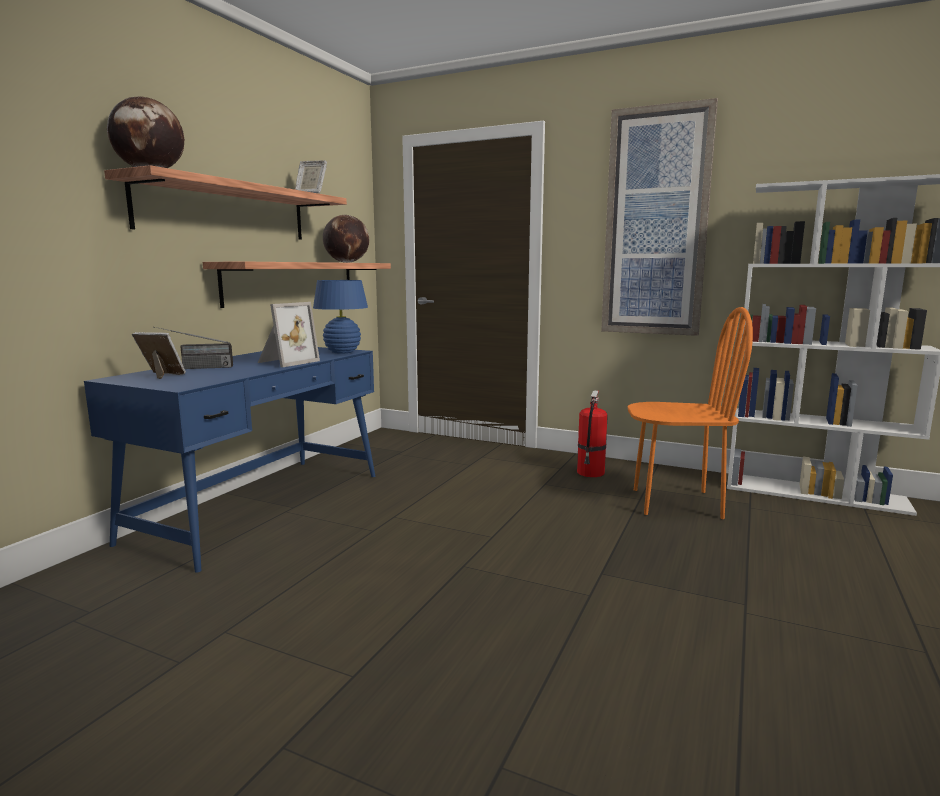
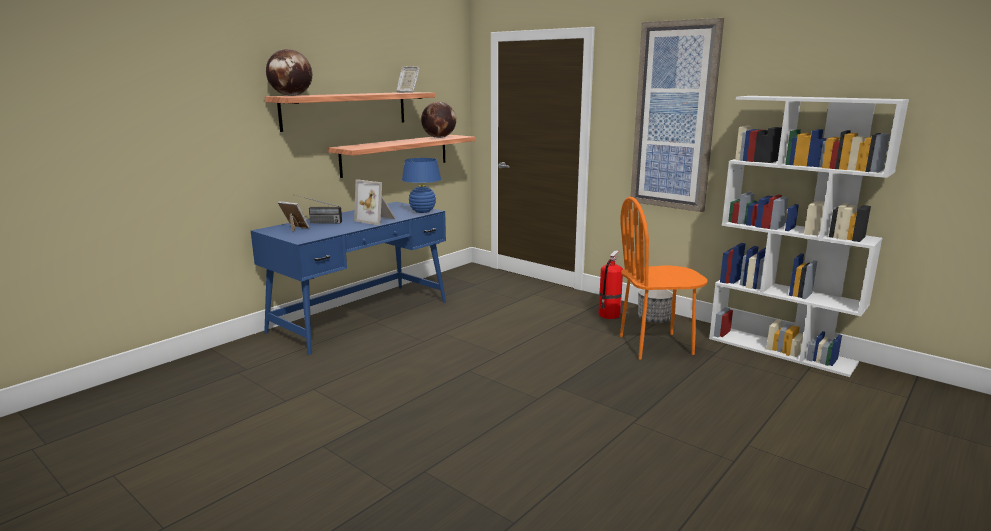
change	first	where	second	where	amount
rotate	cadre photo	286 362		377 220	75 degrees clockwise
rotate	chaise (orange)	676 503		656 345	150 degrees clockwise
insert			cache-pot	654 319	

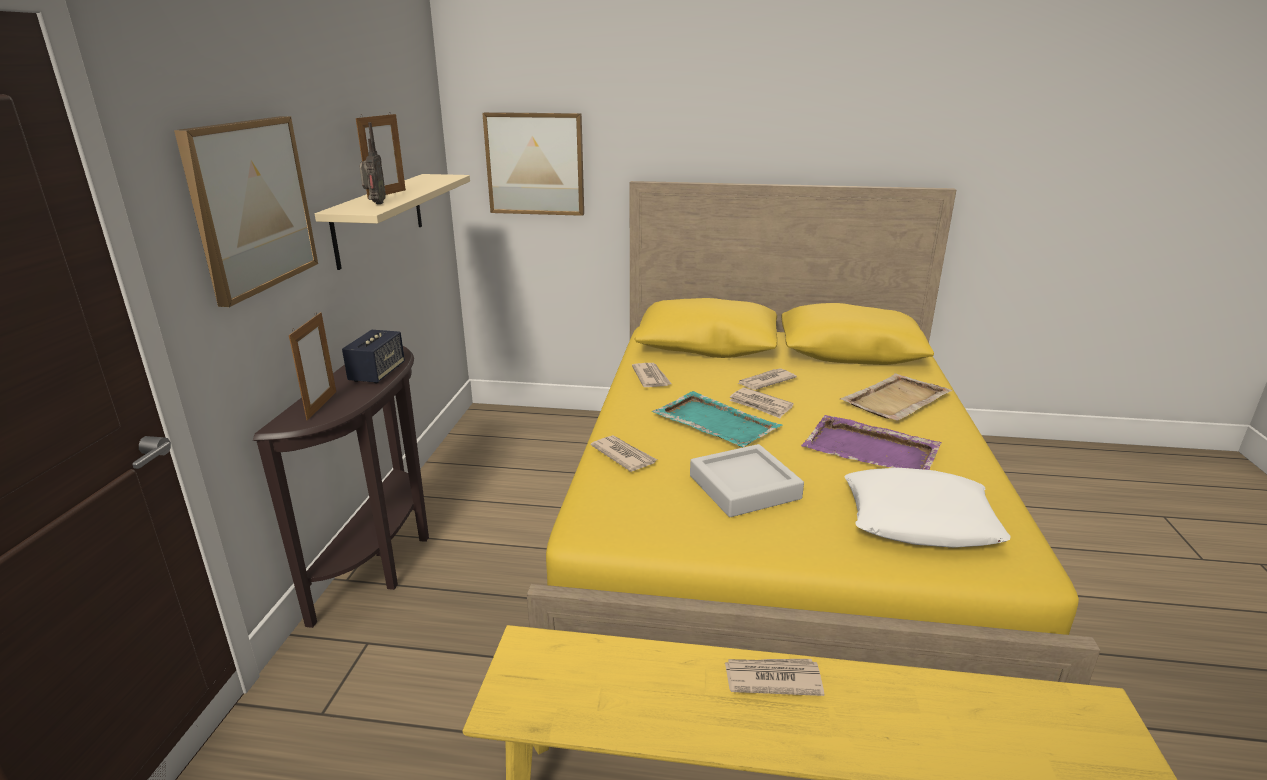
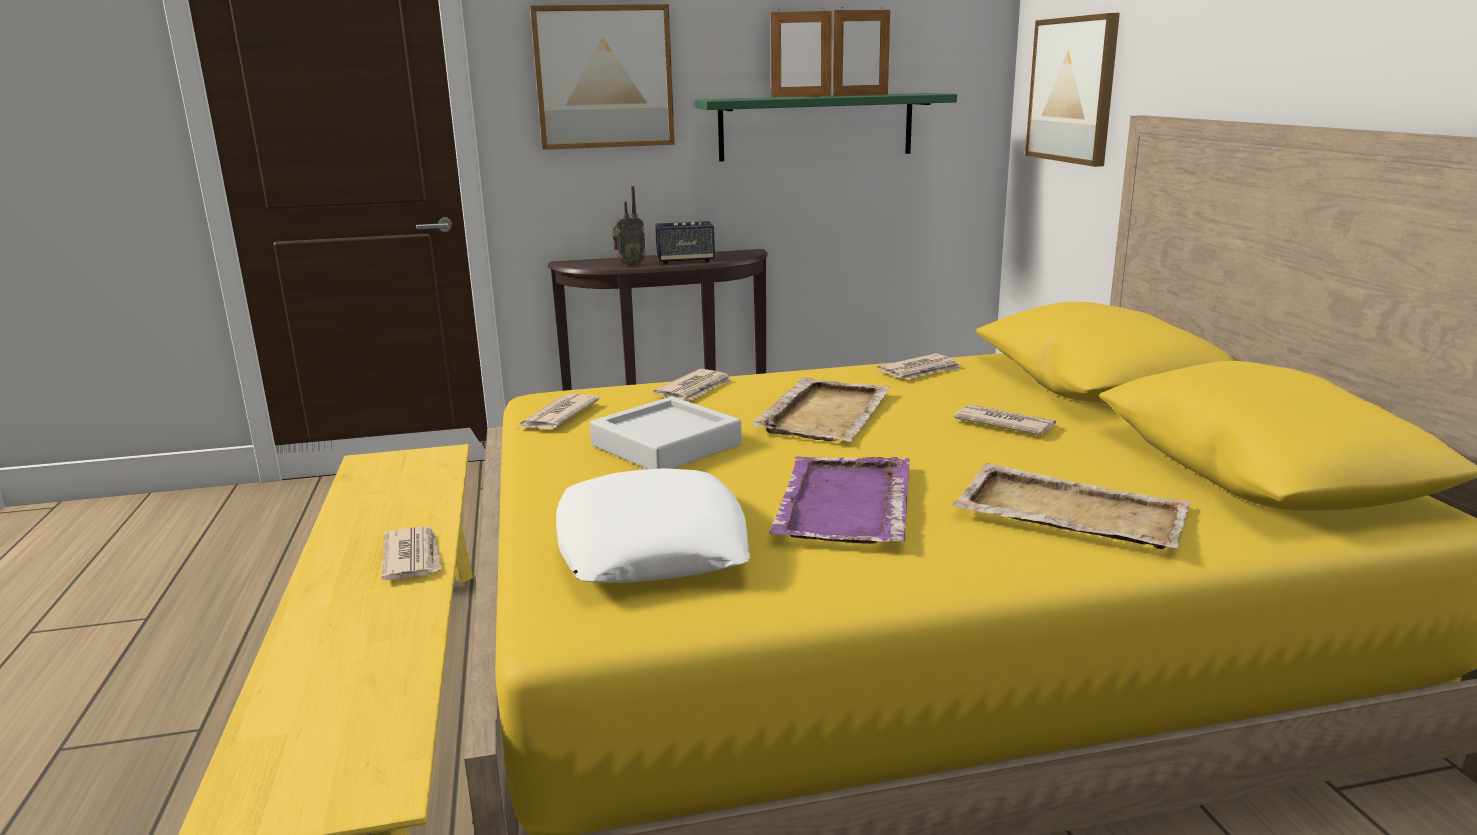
change	first	where	second	where	amount
move	journal	760 405		557 416	
move	radio	375 204		629 265	
recolor	étagère (beige)	379 218	étagère (vert)	816 127	
recolor	plateau (turquoise)	714 422	plateau (beige)	825 413	
move	cadre photo	321 405		860 95	

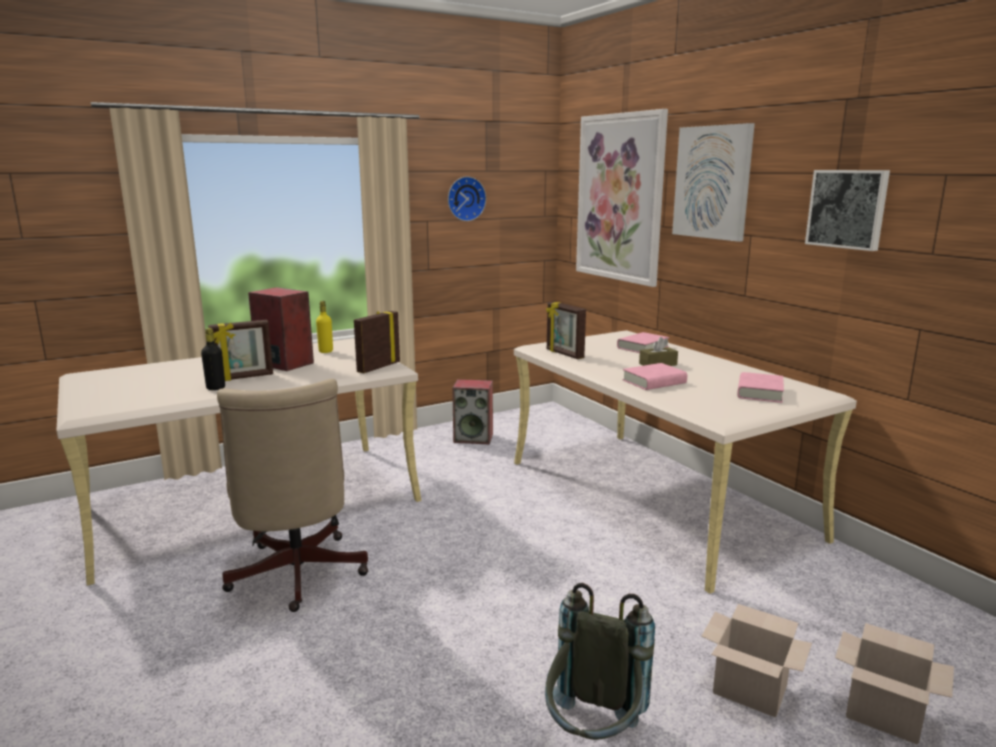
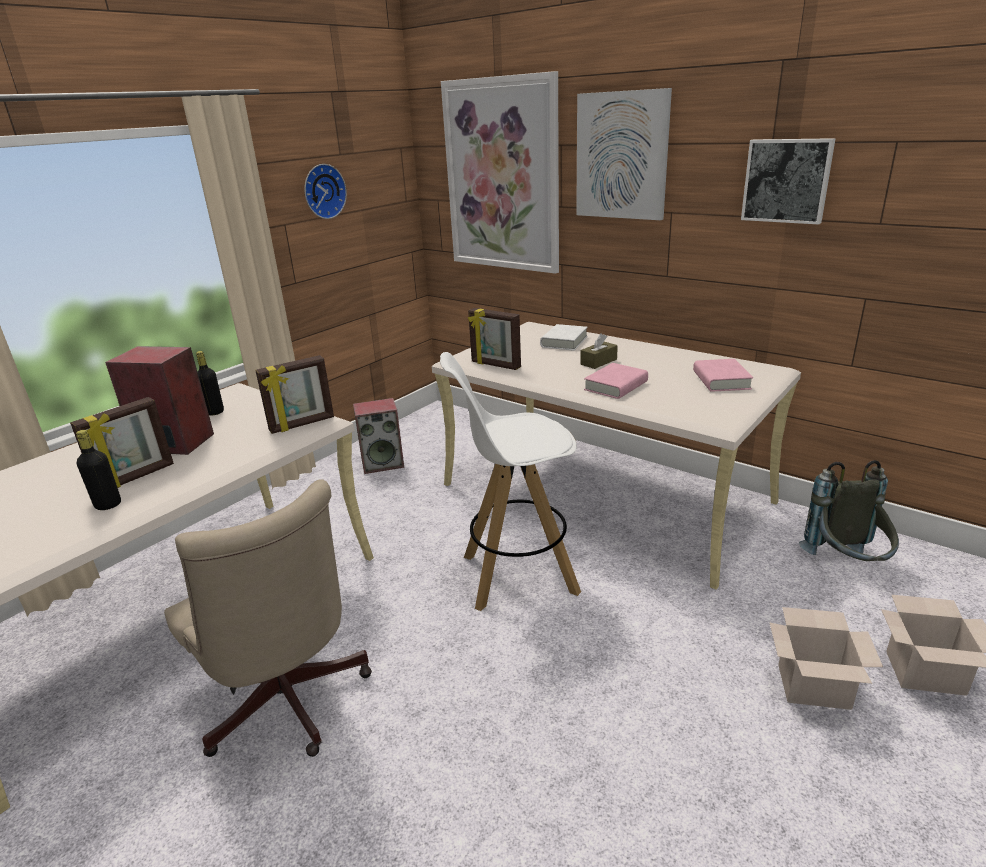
change	first	where	second	where	amount
recolor	bouteille (jaune)	326 351	bouteille (noir)	215 412	
rotate	cadre photo	378 367		302 424	135 degrees counterclockwise
insert			tabouret (blanc)	517 574	
recolor	livre (rose)	642 347	livre (blanc)	564 342	
move	sac à dos (gris)	593 737		846 566	

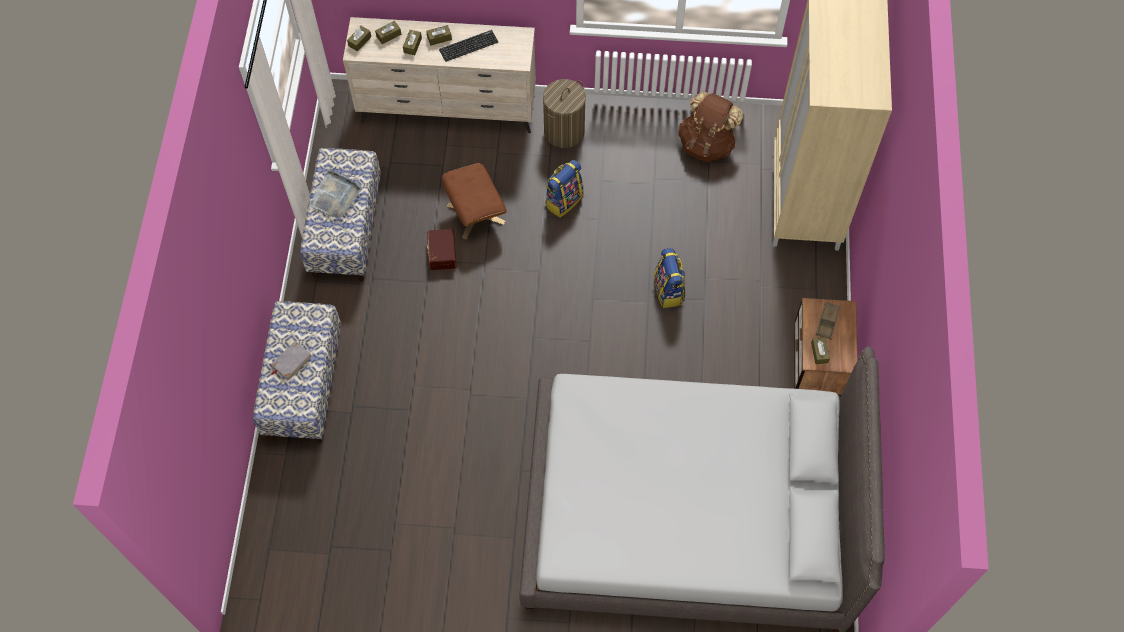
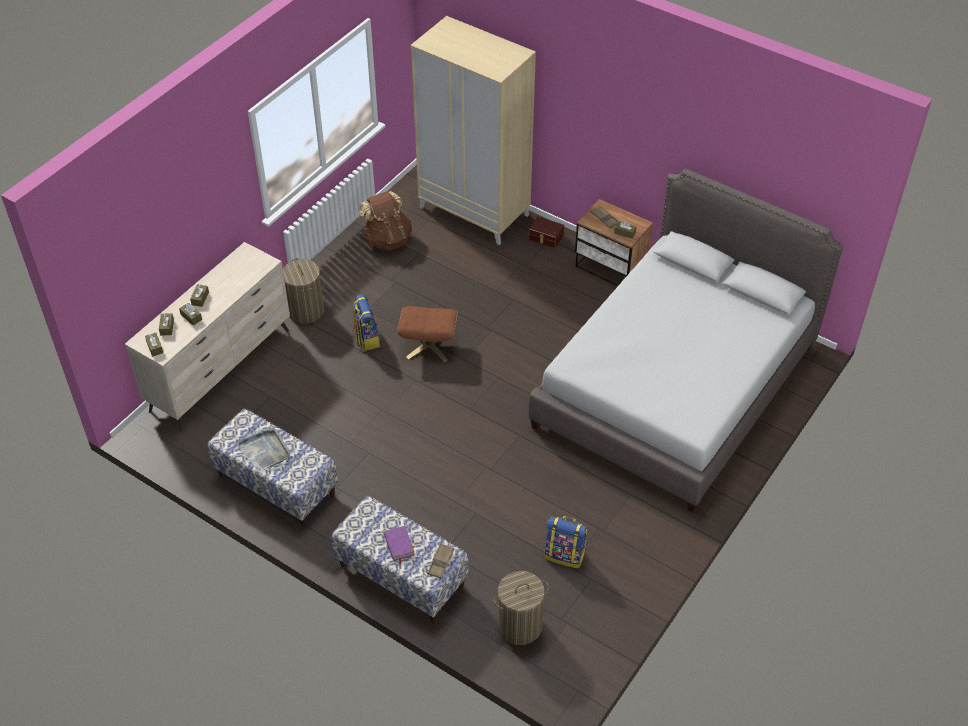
change	first	where	second	where	amount
recolor	livre (gris)	291 361	livre (violet)	399 545	
move	pouf (marron)	475 214		429 346	
insert			plateau (marron)	441 562	
insert			panier à linge	519 626	
move	boîte de rangement (marron)	441 253		545 237	
move	sac à dos	669 291		565 554	
delete	clavier	468 46			

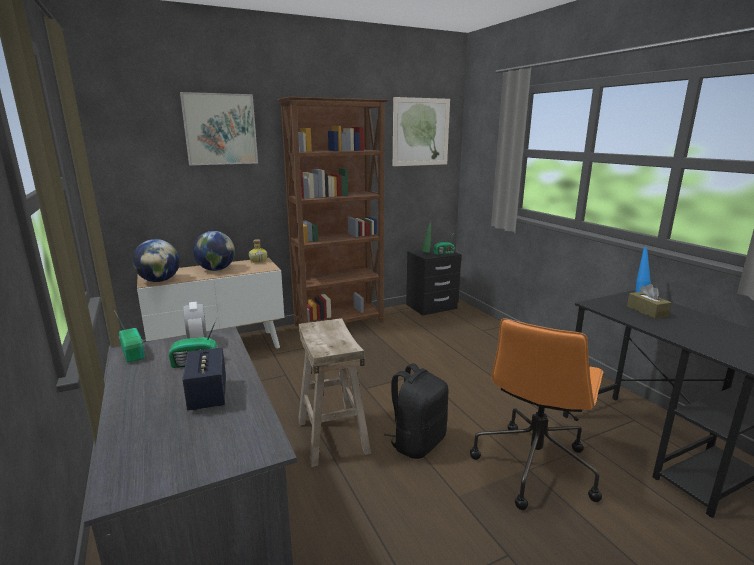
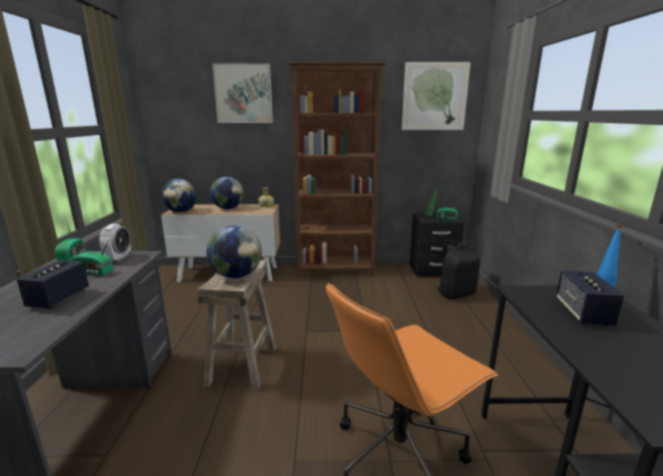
change	first	where	second	where	amount
insert			globe	236 276	
move	sac à dos (noir)	417 442		455 293	
replace	boîte à mouchoirs (marron)	647 311	enceinte	582 313	

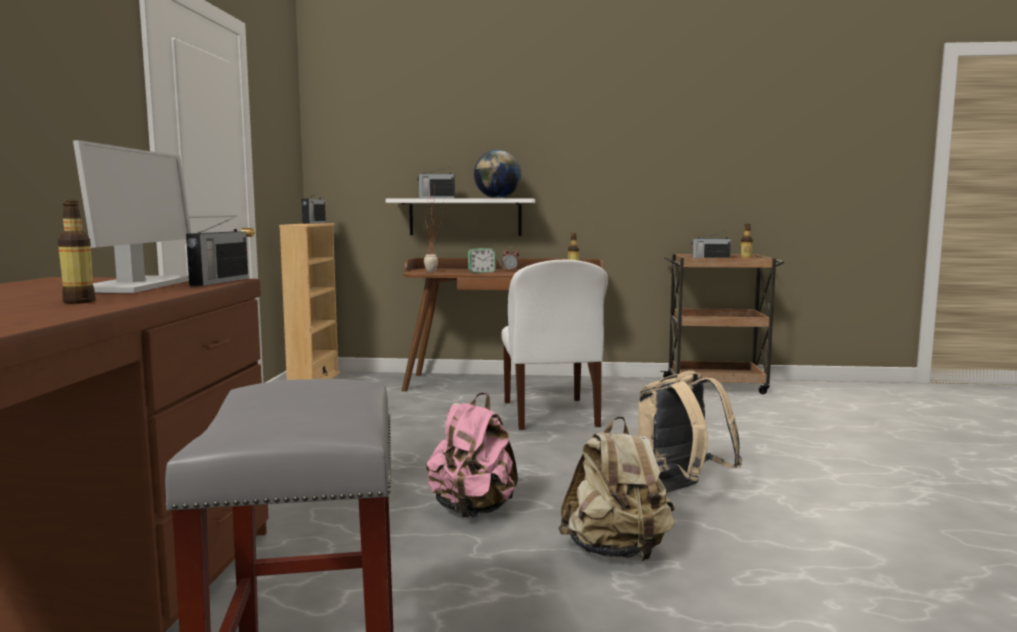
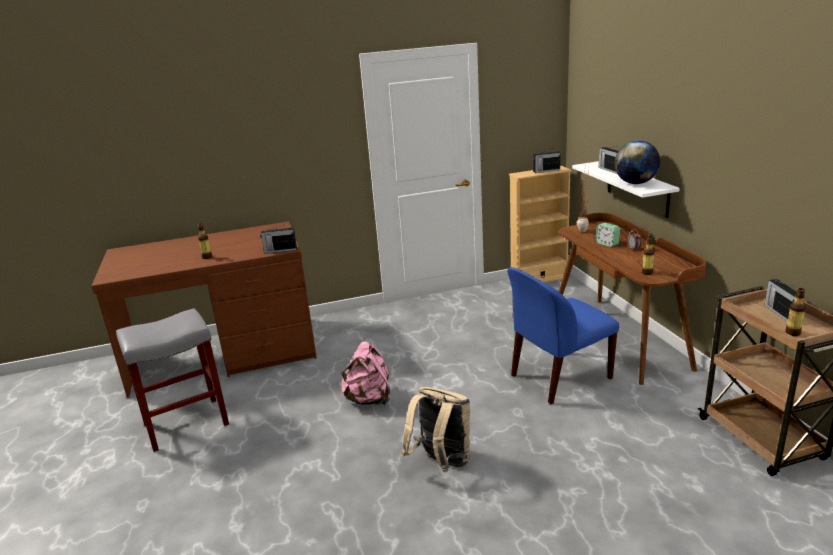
change	first	where	second	where	amount
recolor	chaise (blanc)	550 415	chaise (bleu)	558 377	
delete	écran d'ordinateur	136 286			
delete	sac à dos (beige)	616 551			

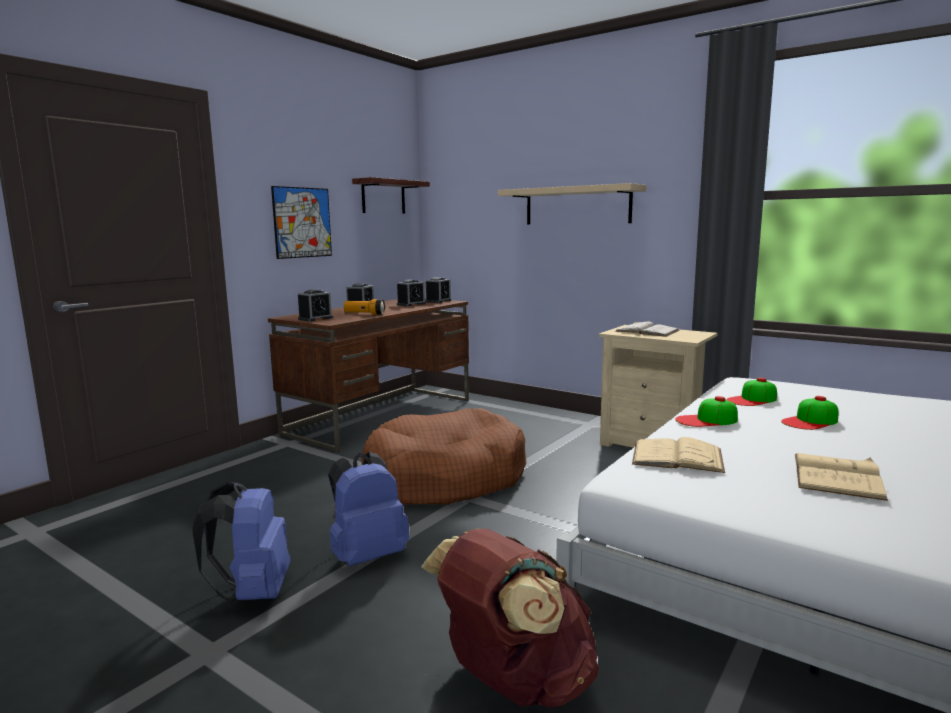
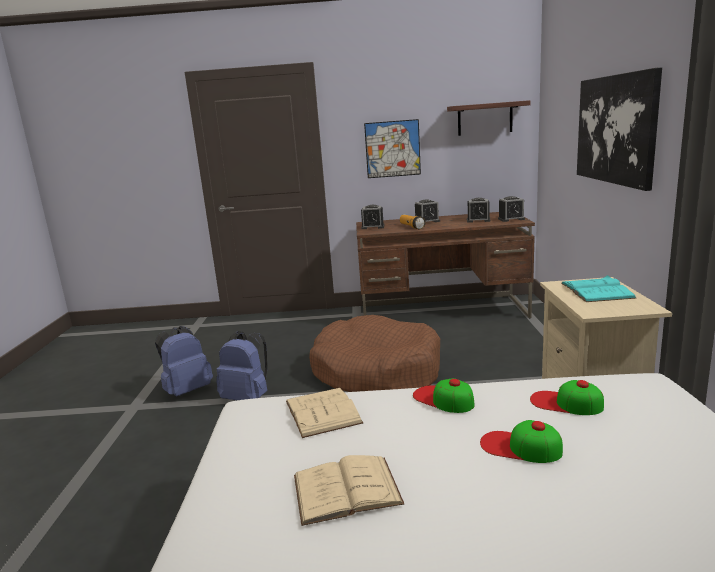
change	first	where	second	where	amount
recolor	livre (blanc)	647 331	livre (turquoise)	596 290	
replace	étagère (beige)	577 206	tableau	615 129	
delete	sac à dos (marron)	514 682			

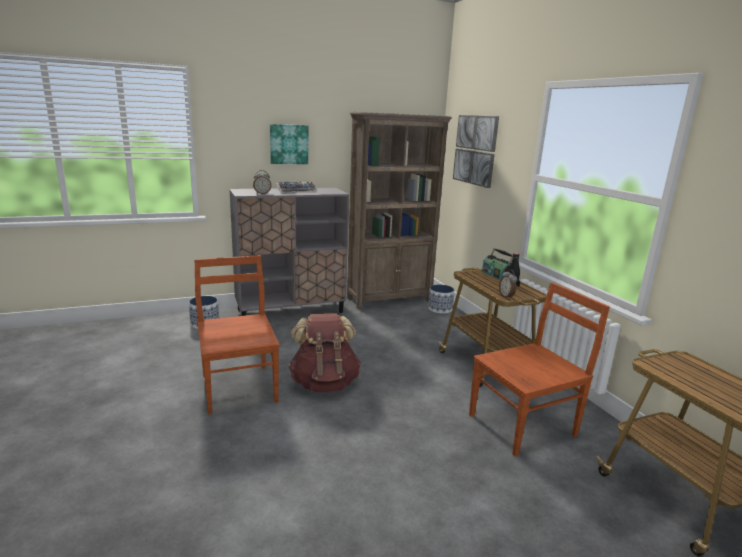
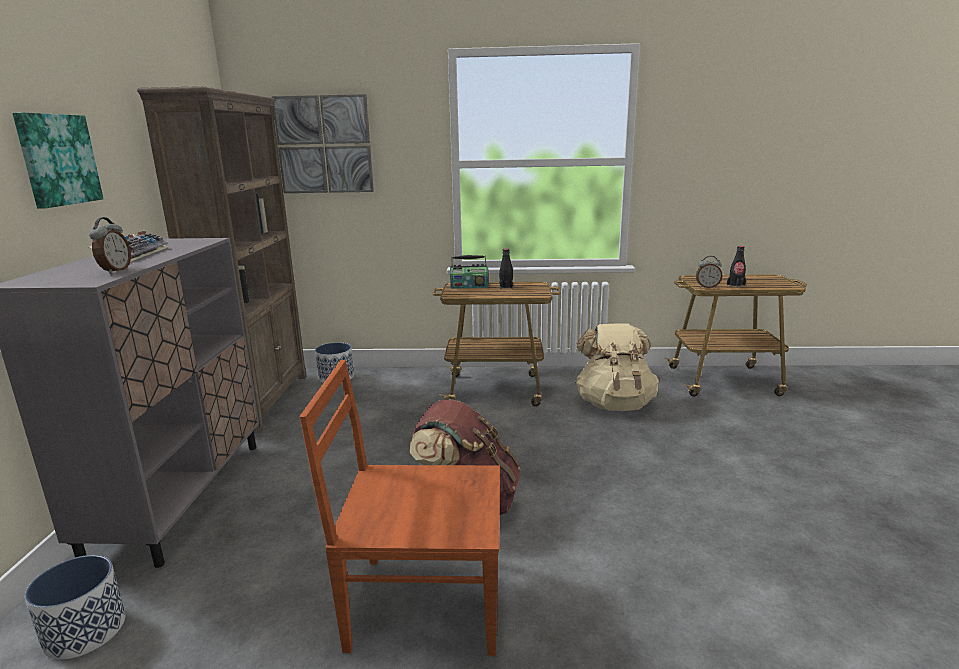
change	first	where	second	where	amount
replace	chaise (marron)	524 424	sac à dos (beige)	614 404	
move	réveil	506 296		707 287	
insert			bouteille (noir)	736 285	

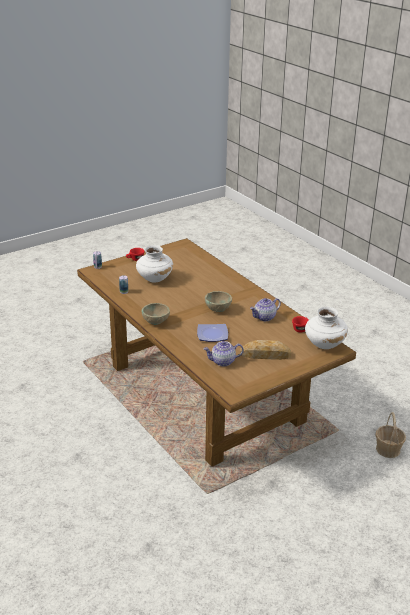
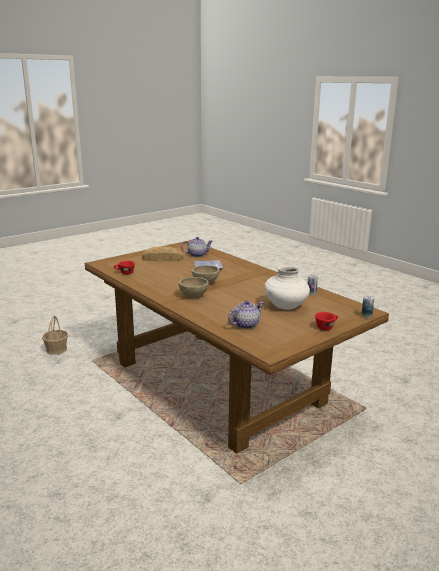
change	first	where	second	where	amount
move	bol (beige)	156 322		193 296	
move	théière	264 317		245 325	
delete	vase (blanc)	324 344			

